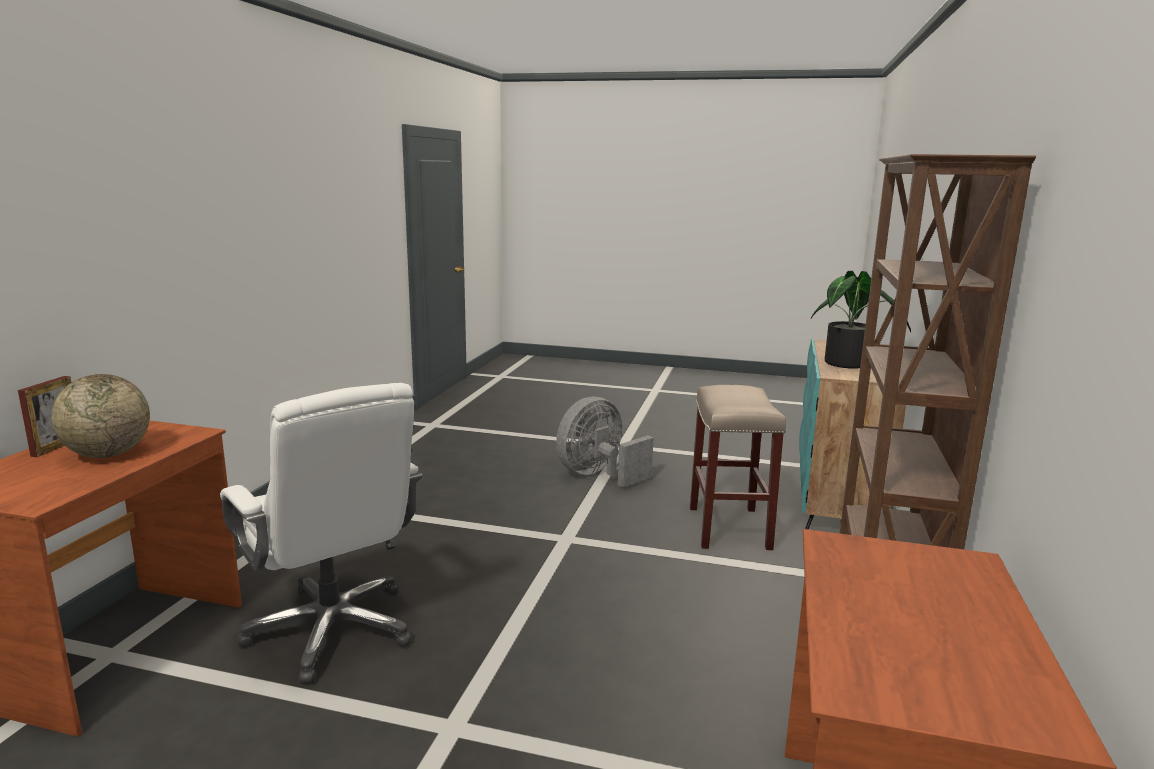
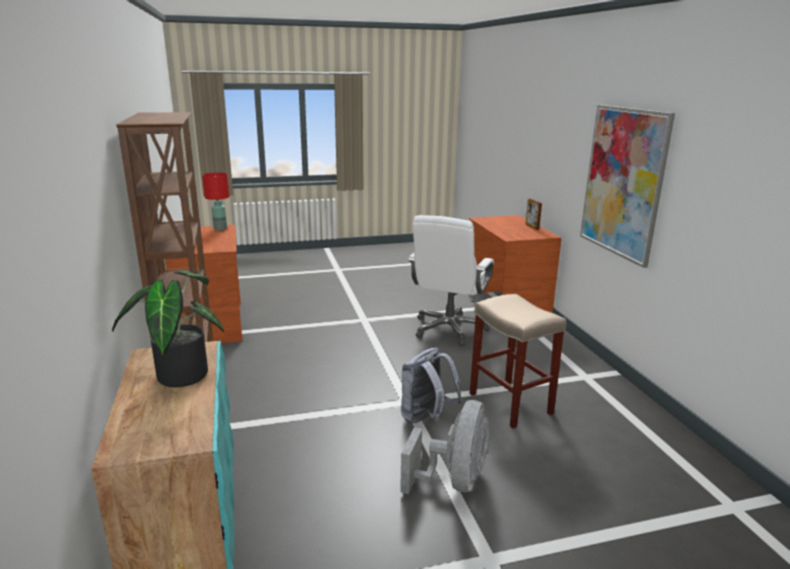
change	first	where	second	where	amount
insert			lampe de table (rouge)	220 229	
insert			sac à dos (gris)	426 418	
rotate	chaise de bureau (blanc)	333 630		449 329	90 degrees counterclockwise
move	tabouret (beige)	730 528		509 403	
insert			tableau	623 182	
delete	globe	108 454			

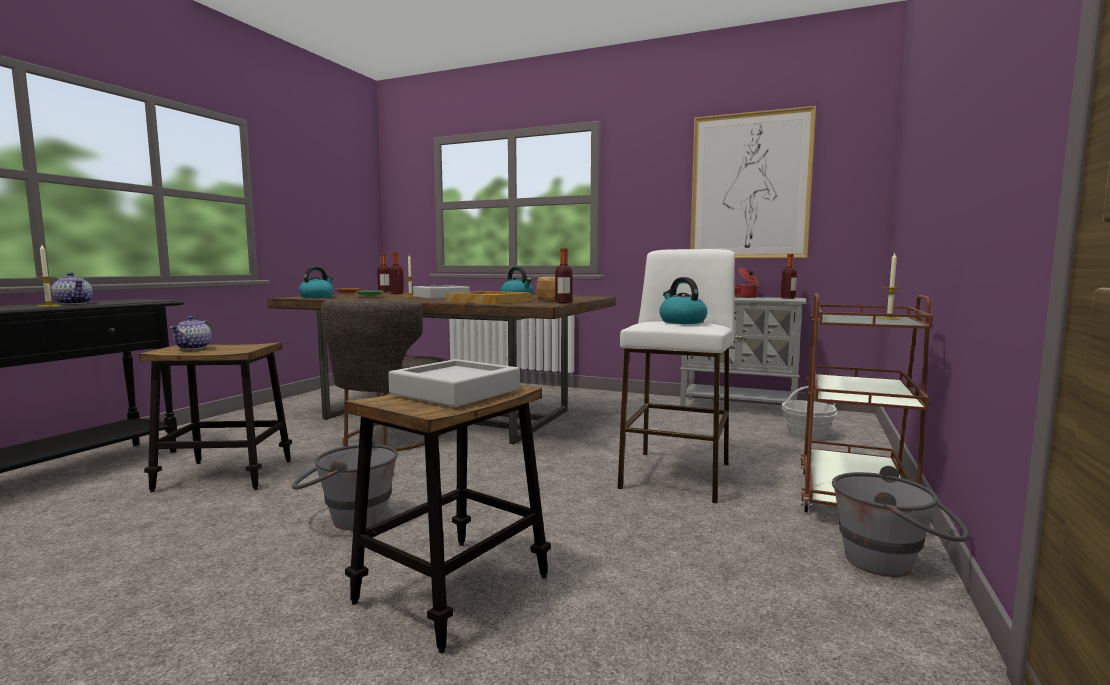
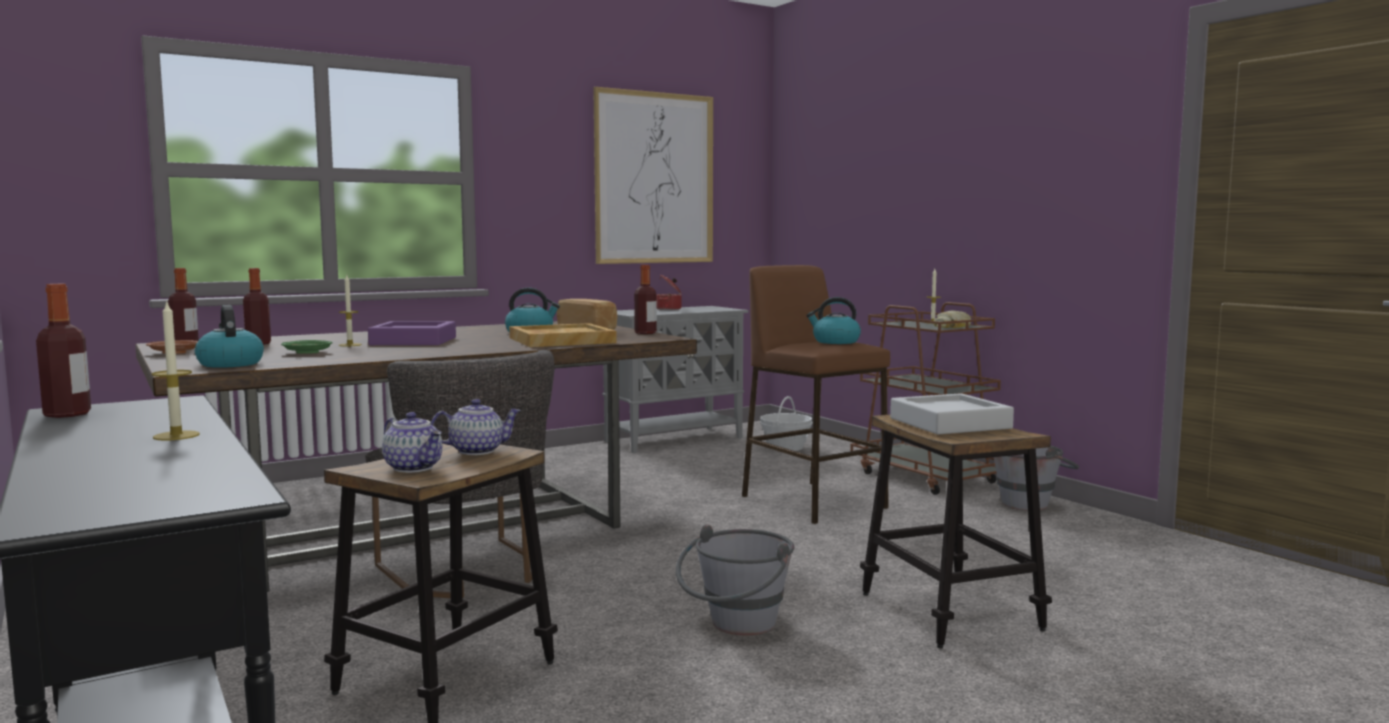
change	first	where	second	where	amount
move	bouteille	788 298		67 414	
recolor	plateau (gris)	441 297	plateau (violet)	413 341	
move	théière	75 303		477 451	
recolor	tabouret (blanc)	676 475	tabouret (marron)	812 501	
insert			pain	954 326	

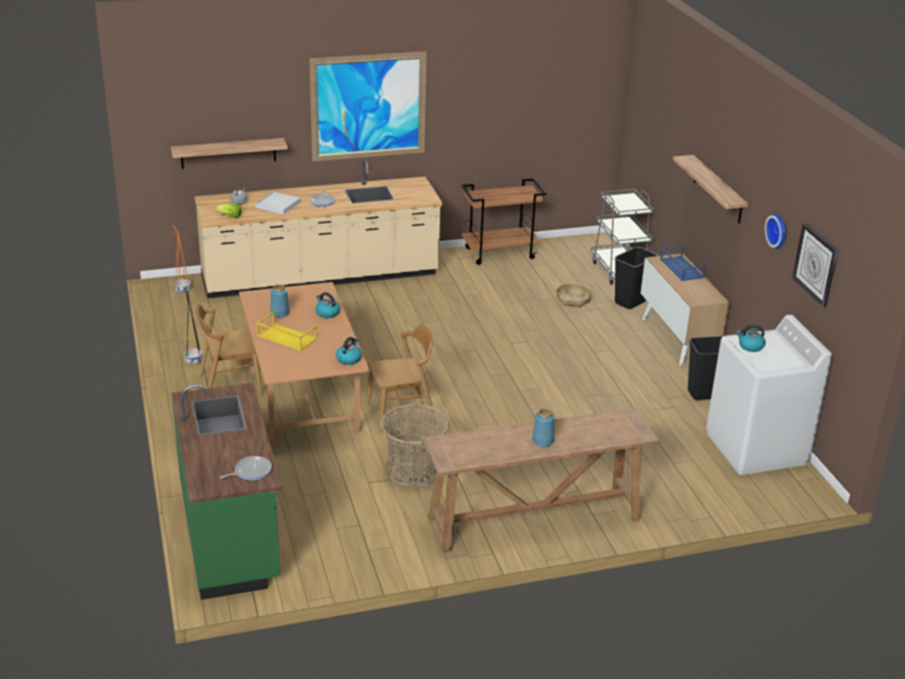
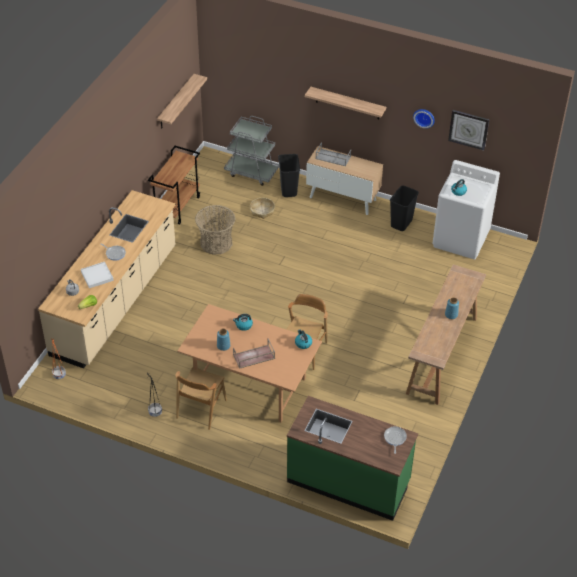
change	first	where	second	where	amount
move	étagère	228 153		176 102	
move	panier	414 470		216 243	
recolor	plateau (jaune)	286 337	plateau (marron)	253 357	
recolor	plateau (bleu)	681 268	plateau (gris)	332 157	
delete	tableau	368 106			

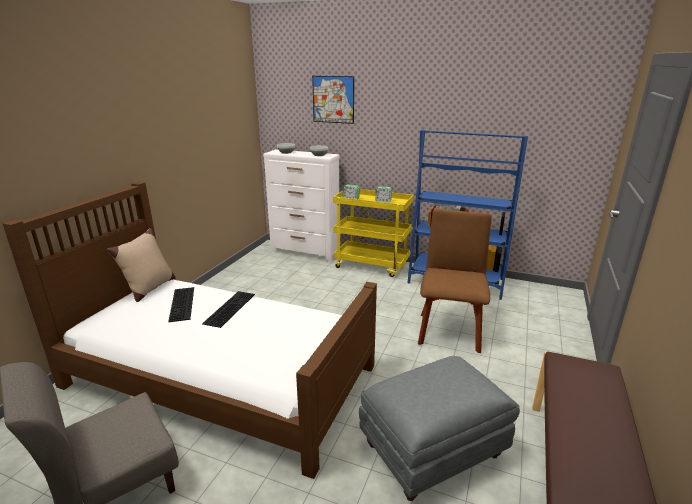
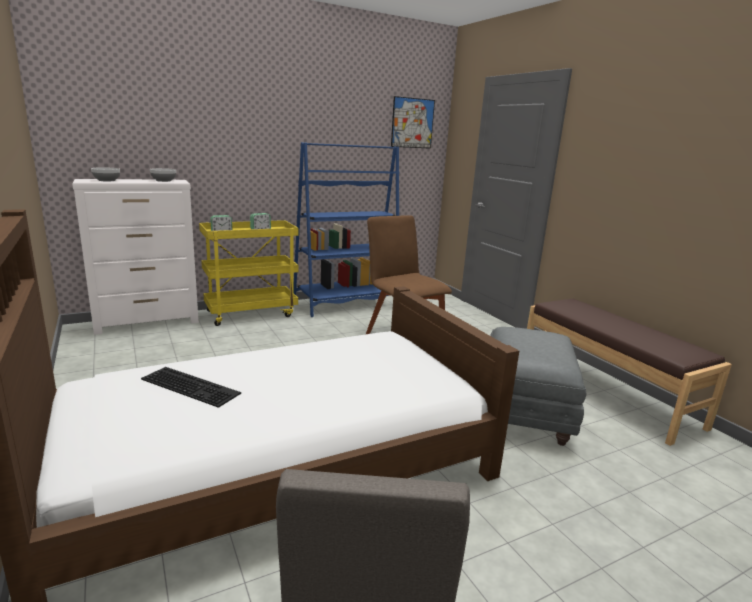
change	first	where	second	where	amount
move	tableau	333 99		412 123	
delete	coussin (beige)	149 289			
delete	clavier	229 308			

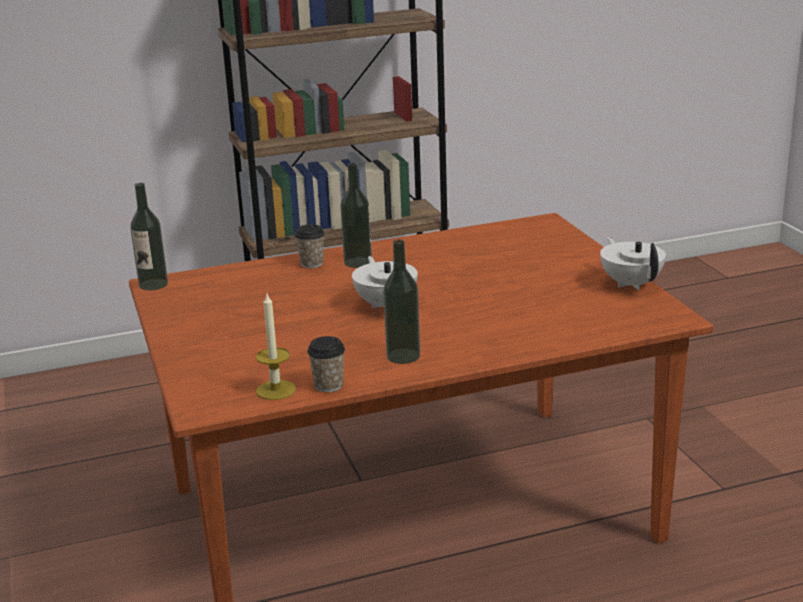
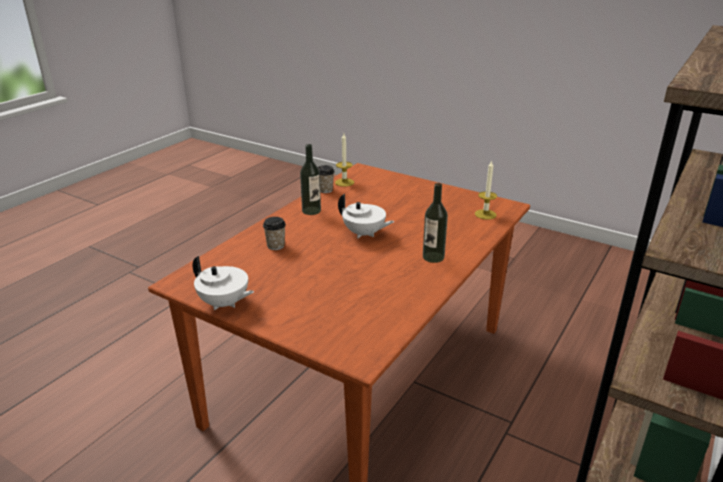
change	first	where	second	where	amount
move	tasse	311 263		276 246	
insert			bougie	485 214	
delete	bouteille	153 284			

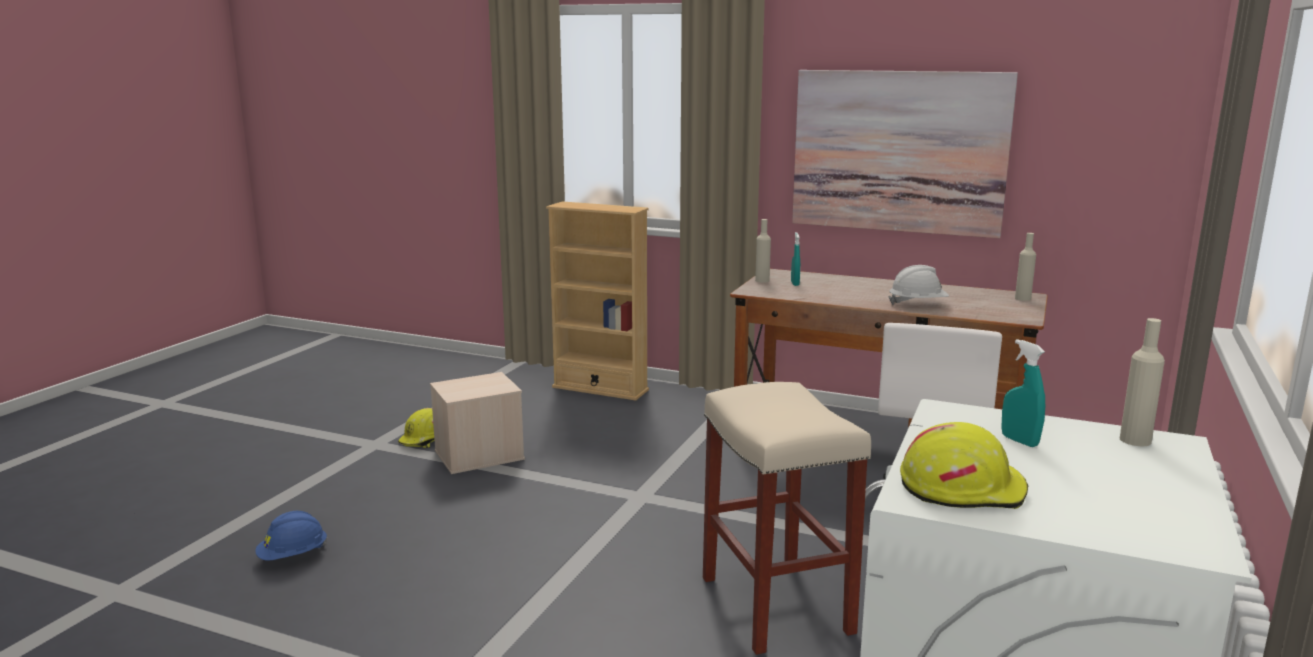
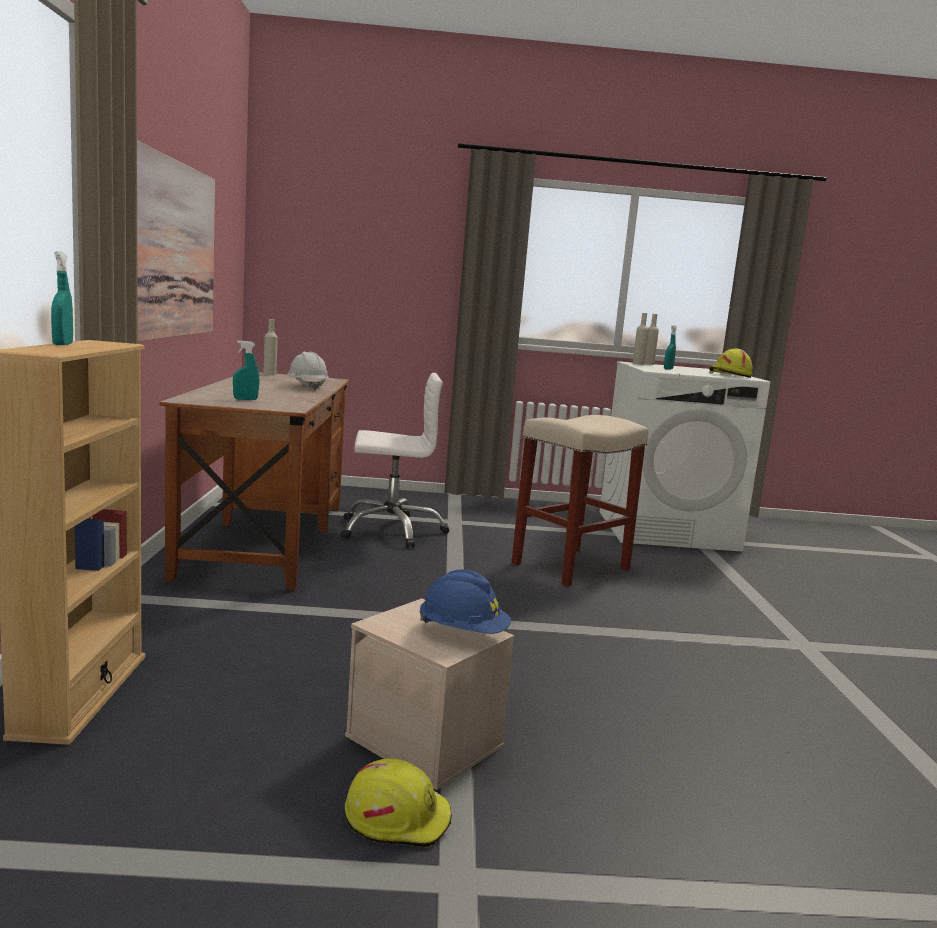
change	first	where	second	where	amount
insert			vaporisateur (turquoise)	62 344	
move	casque de chantier (bleu)	293 556		463 633	
move	bouteille (beige)	762 280		648 364	

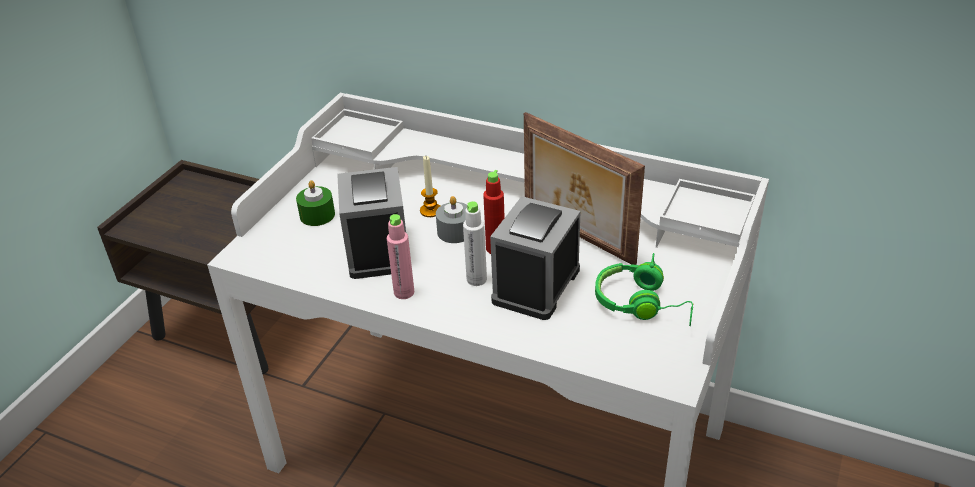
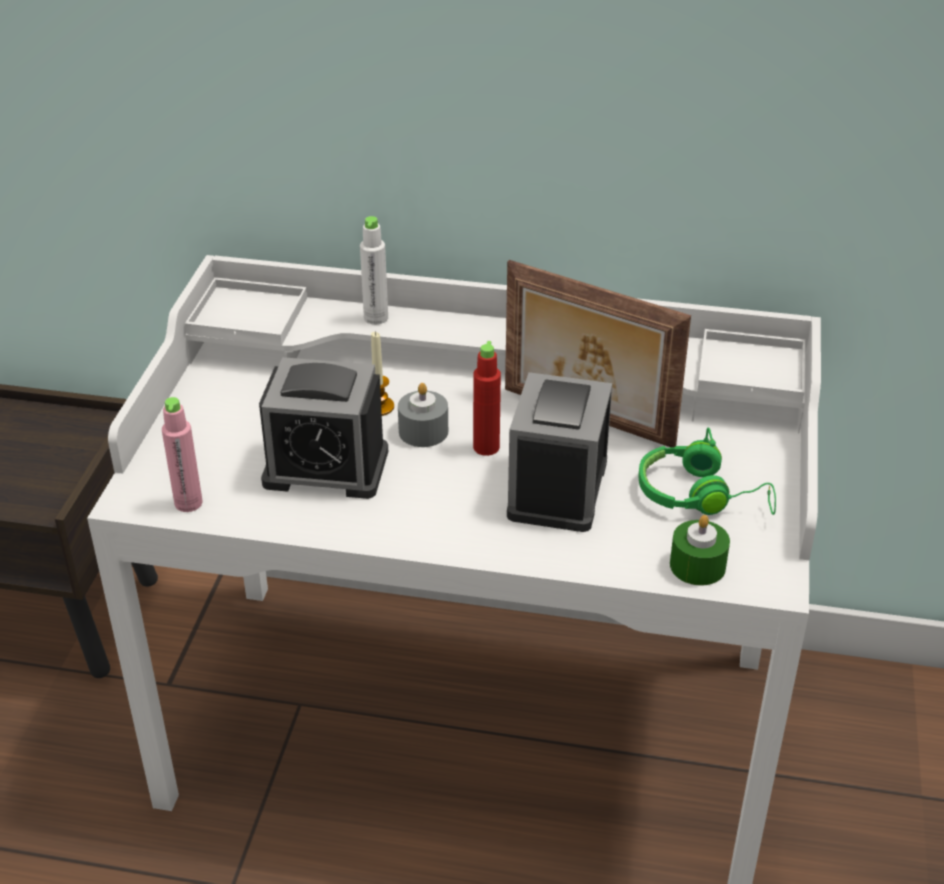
change	first	where	second	where	amount
move	bouteille (rose)	404 292		188 503	
rotate	réveil	377 249		326 467	120 degrees clockwise
move	bouteille (blanc)	476 279		376 318	
move	bougie (vert)	317 215		697 566	

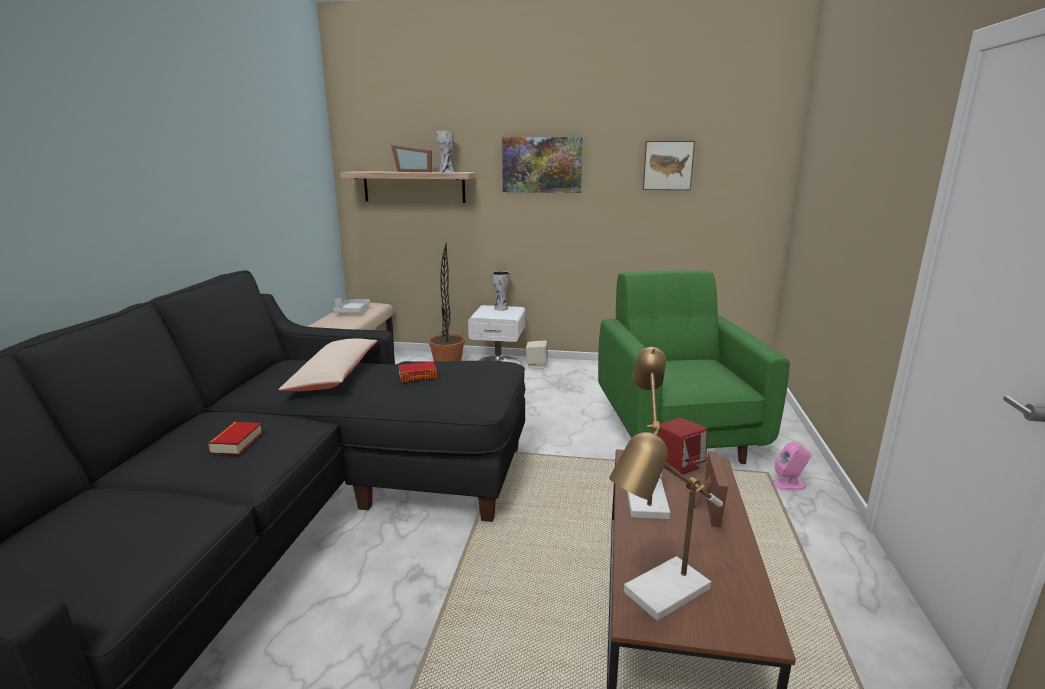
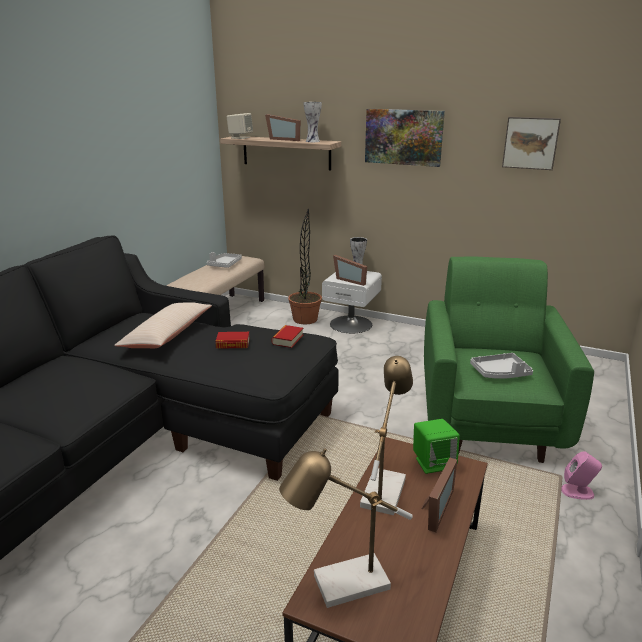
change	first	where	second	where	amount
move	enceinte (beige)	536 365		240 137	
move	livre	236 443		287 339	
insert			cadre photo	351 280	
recolor	enceinte (rouge)	678 466	enceinte (vert)	433 463	
insert			plateau (gris)	500 373	

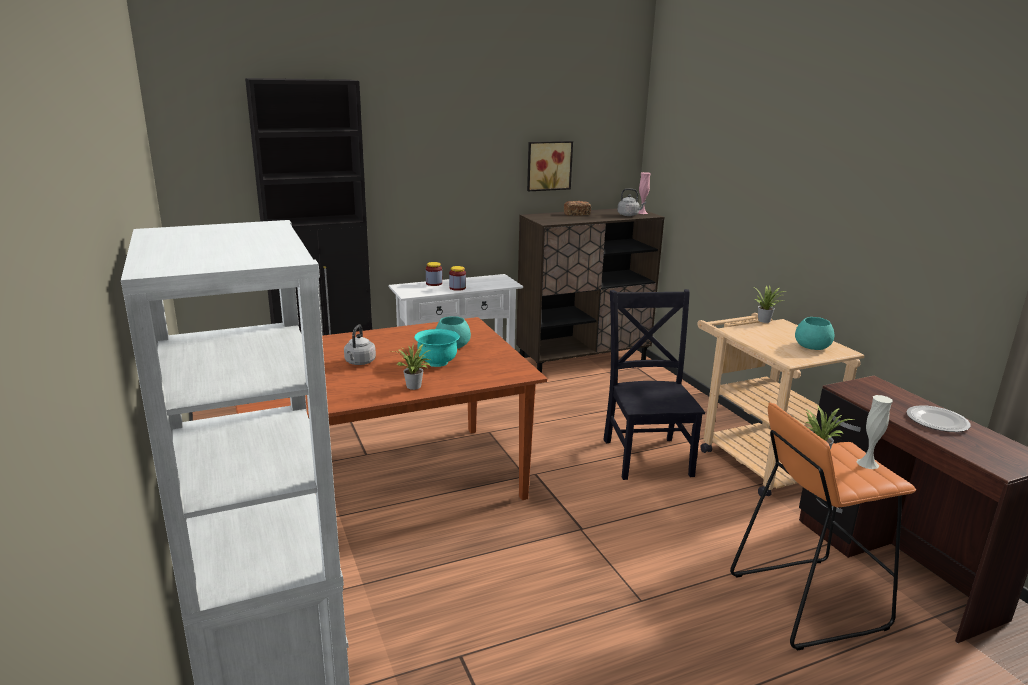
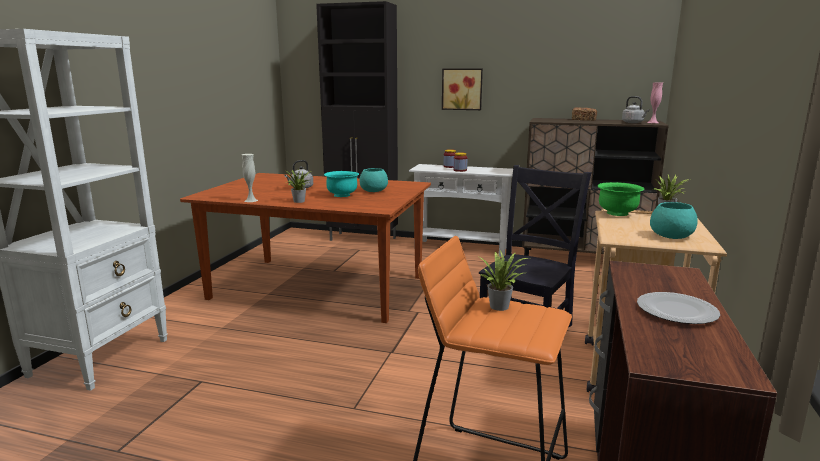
change	first	where	second	where	amount
move	vase (blanc)	867 463		251 200	
move	tableau	548 165		462 89	
insert			bol (vert)	617 213	

